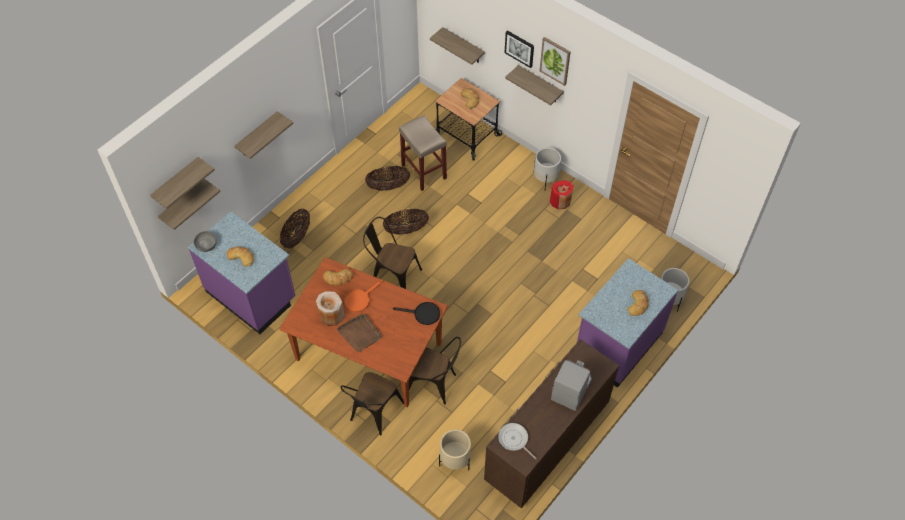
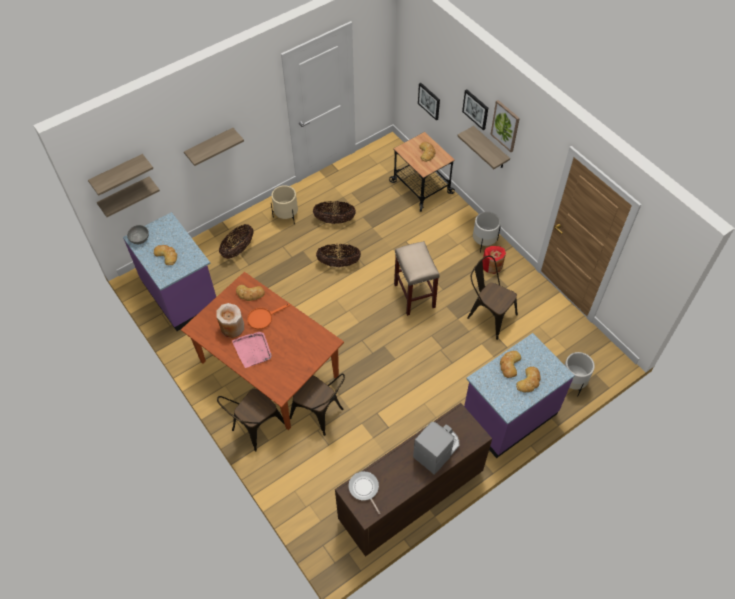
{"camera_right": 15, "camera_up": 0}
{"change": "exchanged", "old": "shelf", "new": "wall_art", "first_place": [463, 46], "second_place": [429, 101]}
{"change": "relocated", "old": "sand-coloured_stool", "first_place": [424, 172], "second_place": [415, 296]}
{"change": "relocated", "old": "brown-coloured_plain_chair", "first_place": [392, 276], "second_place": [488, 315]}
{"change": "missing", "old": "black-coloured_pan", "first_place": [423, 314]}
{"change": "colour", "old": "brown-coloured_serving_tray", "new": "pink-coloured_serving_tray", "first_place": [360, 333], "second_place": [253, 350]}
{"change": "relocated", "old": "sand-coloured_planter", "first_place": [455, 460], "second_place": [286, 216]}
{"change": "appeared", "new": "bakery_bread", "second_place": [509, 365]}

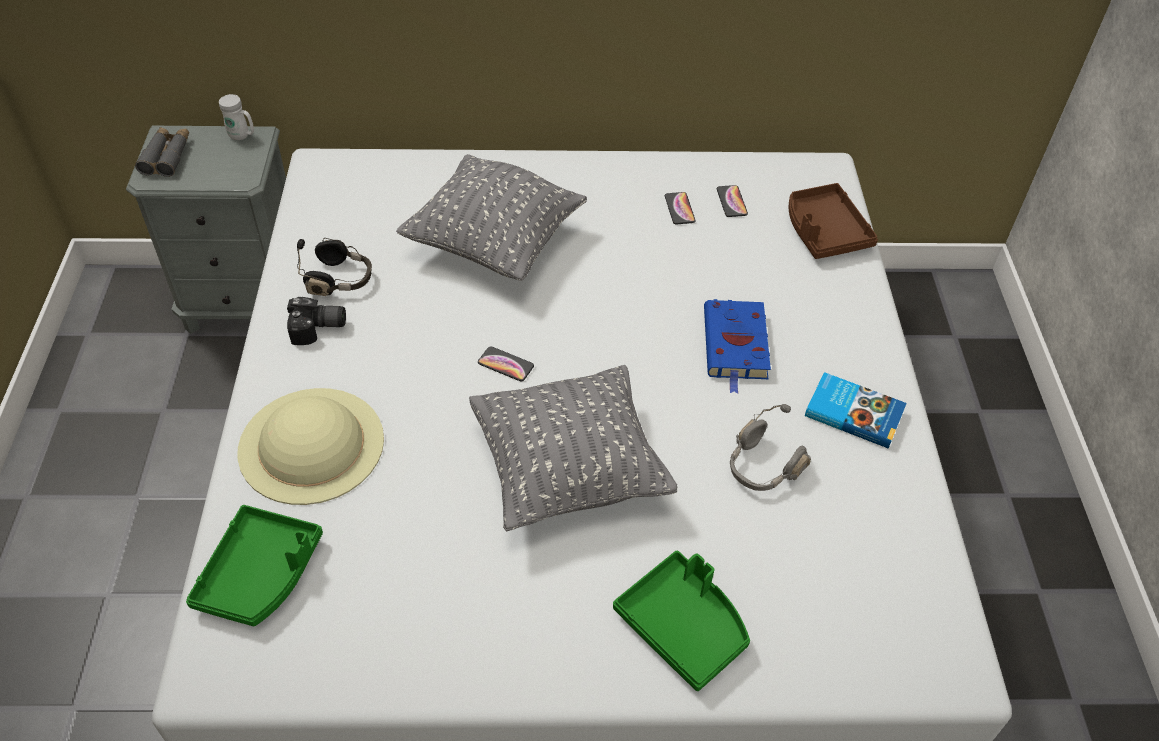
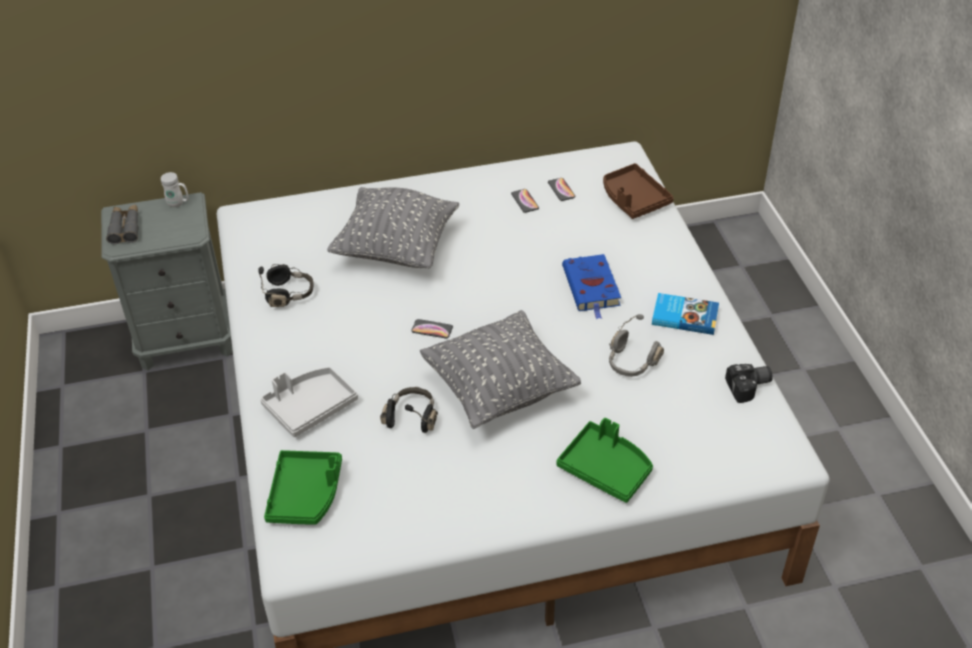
{"camera_right": -10, "camera_up": -5}
{"change": "relocated", "old": "photo_camera", "first_place": [318, 329], "second_place": [749, 387]}
{"change": "exchanged", "old": "sand-coloured_hat", "new": "gray_serving_tray", "first_place": [311, 444], "second_place": [310, 407]}
{"change": "appeared", "new": "black-coloured_pair_of_headphones", "second_place": [412, 417]}

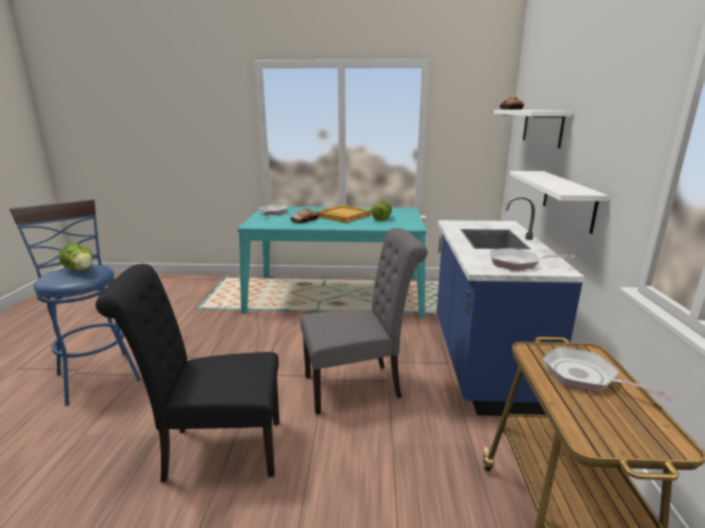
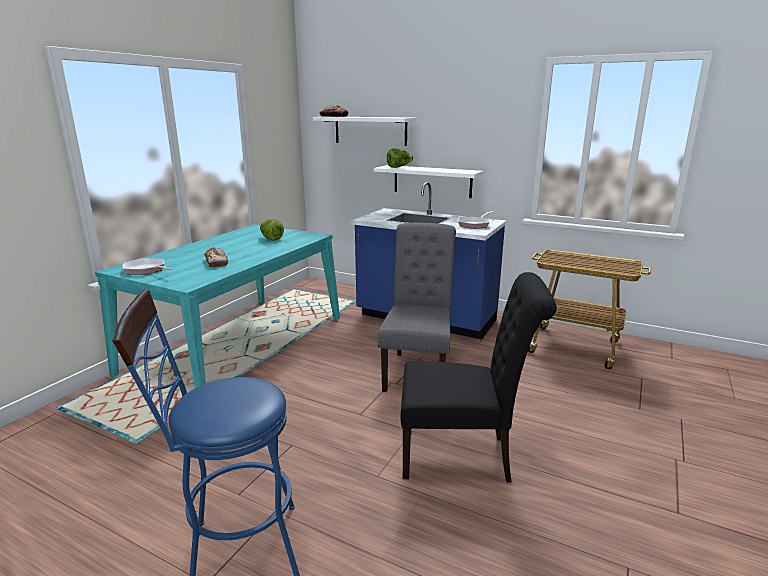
{"camera_right": -65, "camera_up": 0}
{"change": "missing", "old": "sand-coloured_serving_tray", "first_place": [343, 216]}
{"change": "relocated", "old": "lettuce_head", "first_place": [81, 270], "second_place": [399, 167]}
{"change": "spun", "old": "black-coloured_plain_chair", "first_place": [216, 450], "second_place": [463, 456], "degrees": -105}
{"change": "missing", "old": "pan", "first_place": [585, 377]}

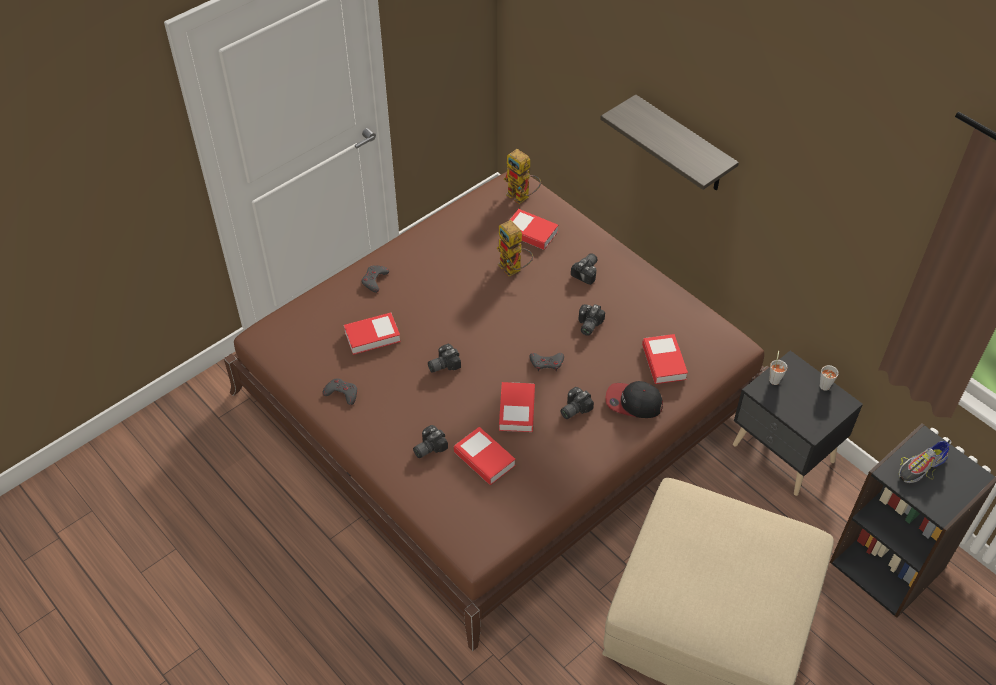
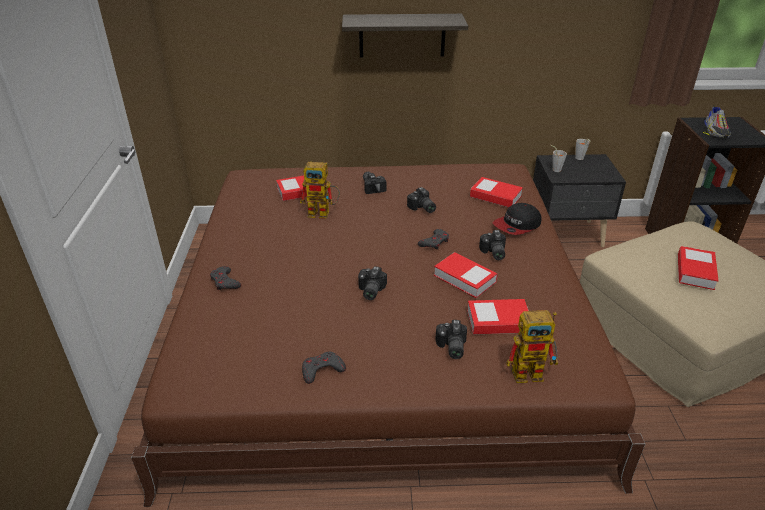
{"camera_right": -50, "camera_up": -15}
{"change": "relocated", "old": "model_robot", "first_place": [522, 197], "second_place": [533, 372]}
{"change": "relocated", "old": "book", "first_place": [372, 336], "second_place": [695, 271]}

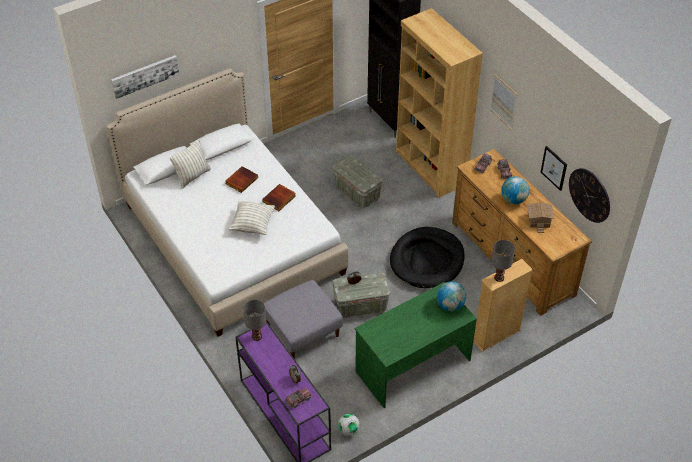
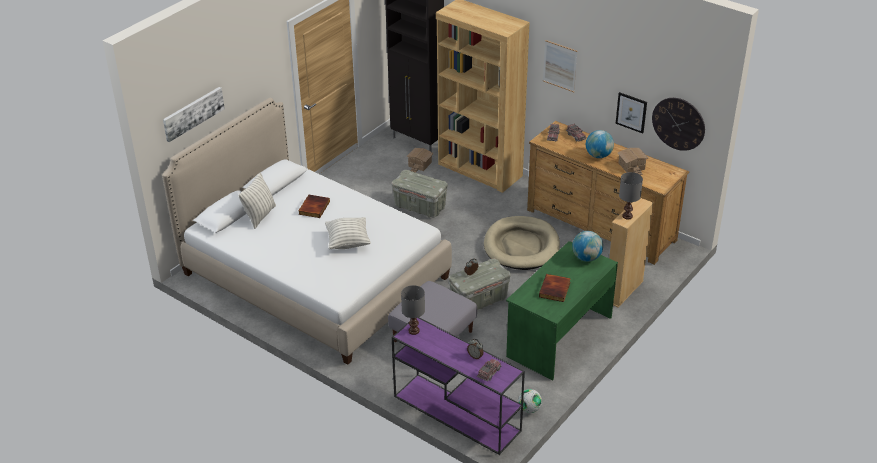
{"camera_right": -20, "camera_up": -10}
{"change": "relocated", "old": "book", "first_place": [279, 199], "second_place": [555, 290]}
{"change": "colour", "old": "black-coloured_dog_cushion", "new": "sand-coloured_dog_cushion", "first_place": [427, 260], "second_place": [521, 246]}
{"change": "appeared", "new": "miniature_house", "second_place": [419, 164]}

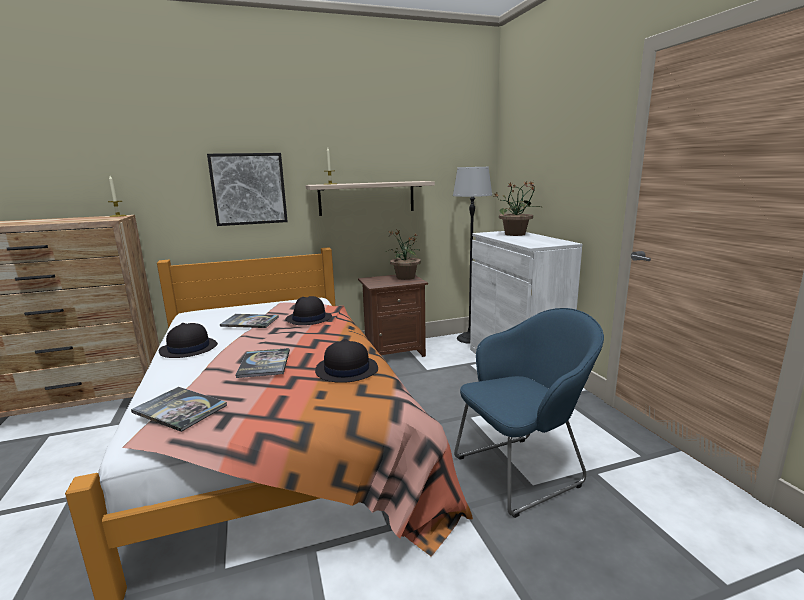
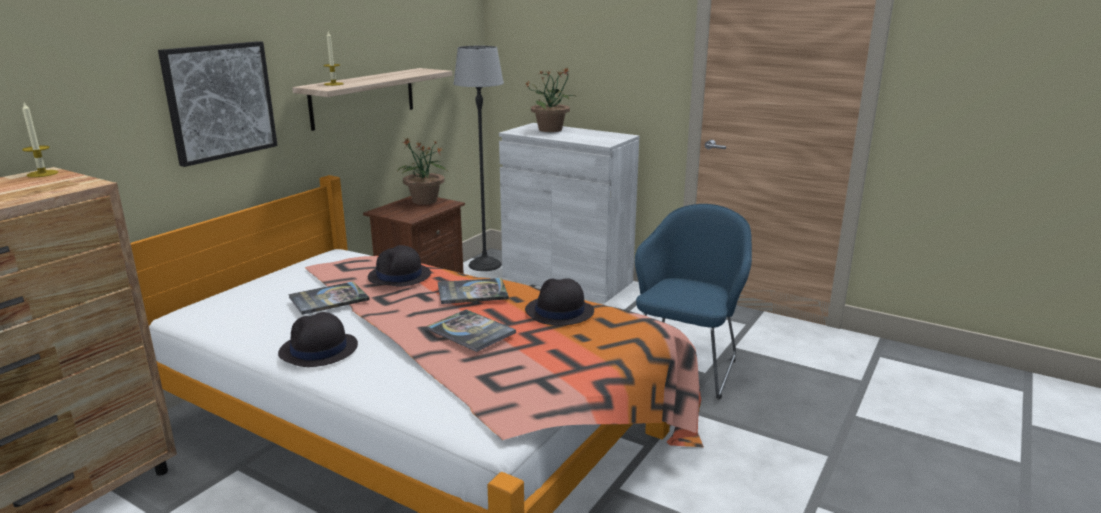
{"camera_right": -40, "camera_up": 5}
{"change": "relocated", "old": "book", "first_place": [180, 409], "second_place": [472, 292]}

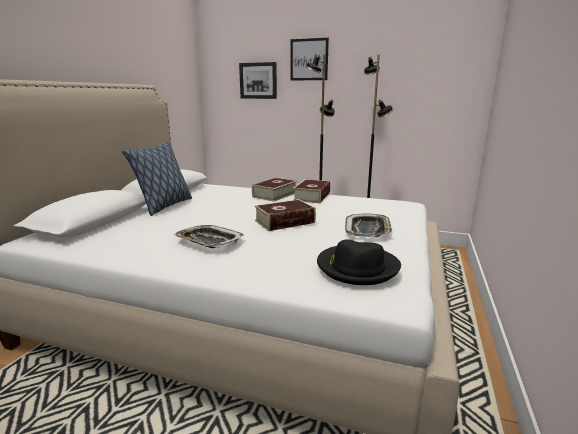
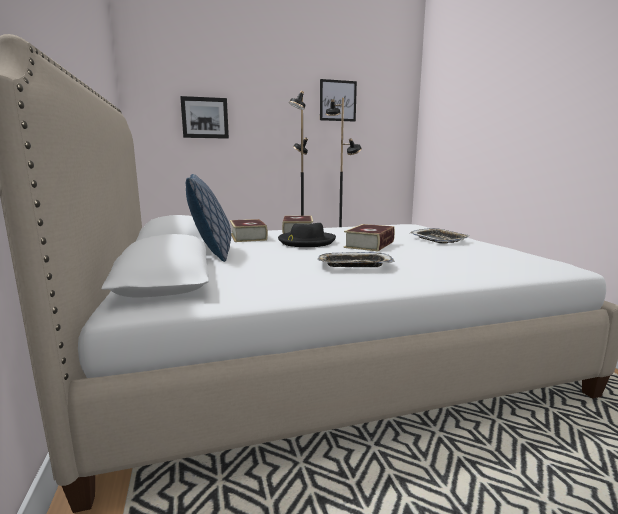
{"camera_right": -35, "camera_up": -5}
{"change": "relocated", "old": "wall_art", "first_place": [309, 59], "second_place": [338, 100]}
{"change": "relocated", "old": "book", "first_place": [312, 196], "second_place": [248, 237]}
{"change": "relocated", "old": "black-coloured_hat", "first_place": [357, 267], "second_place": [306, 242]}

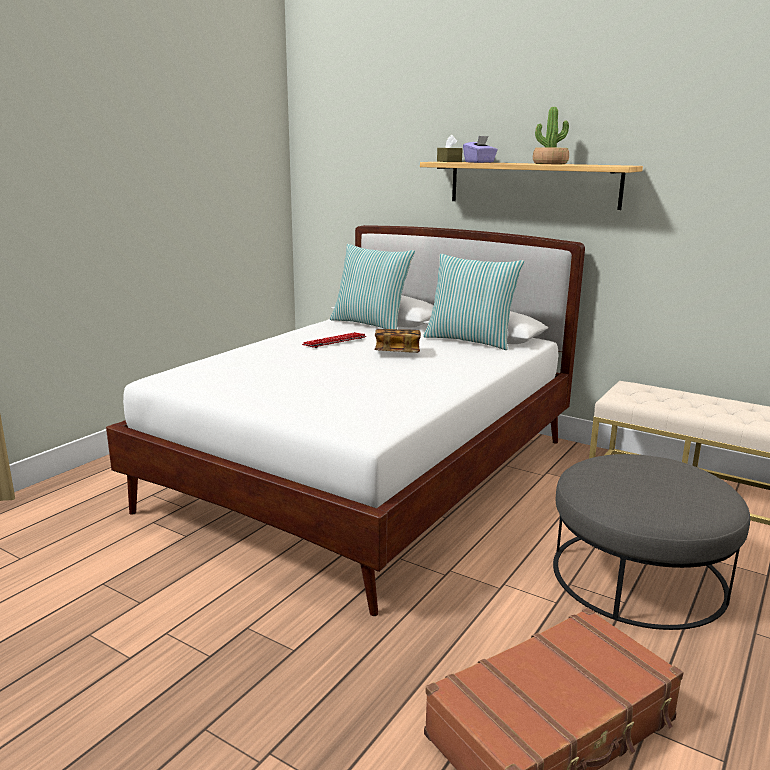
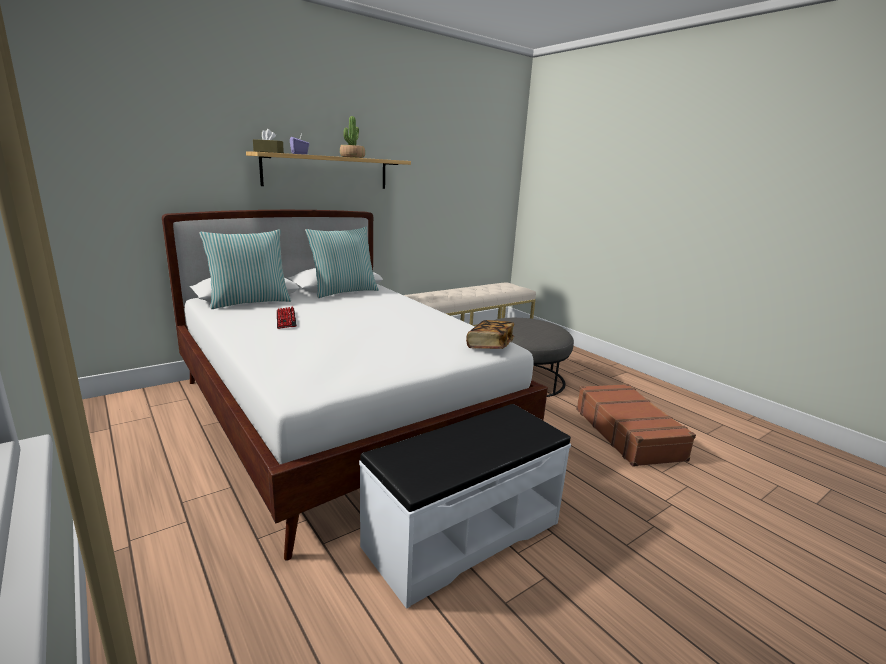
{"camera_right": -70, "camera_up": 0}
{"change": "relocated", "old": "book", "first_place": [397, 352], "second_place": [490, 345]}
{"change": "appeared", "new": "white-coloured_bench", "second_place": [462, 533]}

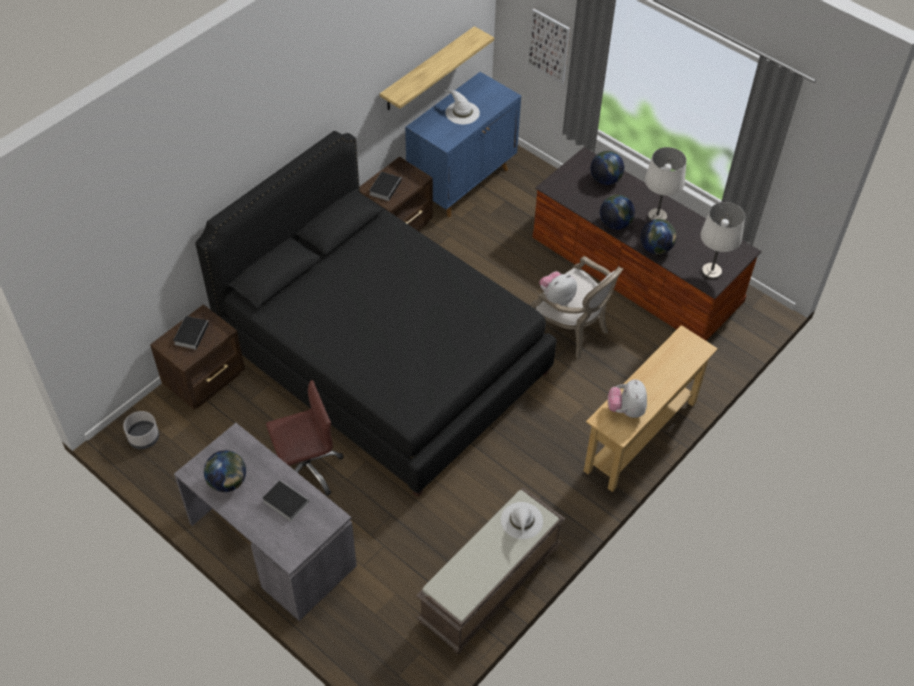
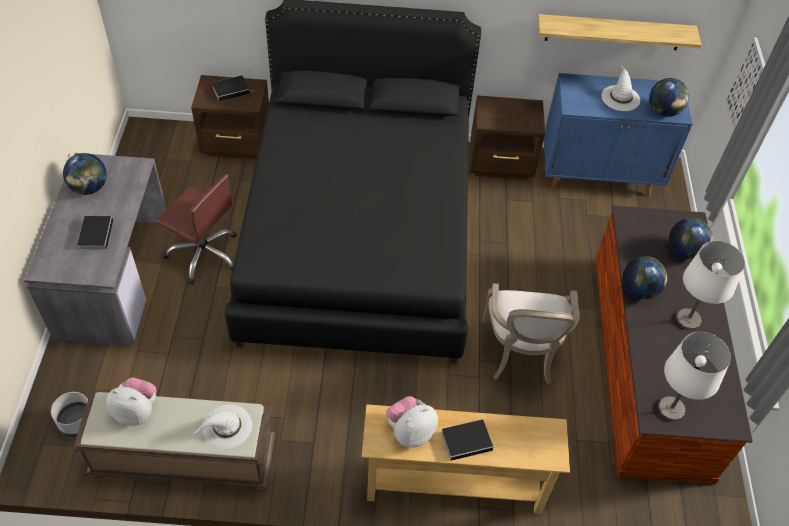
{"camera_right": 50, "camera_up": 0}
{"change": "relocated", "old": "book", "first_place": [385, 187], "second_place": [468, 440]}
{"change": "relocated", "old": "globe", "first_place": [655, 248], "second_place": [663, 112]}
{"change": "relocated", "old": "cuddly_toy", "first_place": [556, 298], "second_place": [137, 411]}
{"change": "relocated", "old": "gray_planter", "first_place": [144, 438], "second_place": [77, 422]}

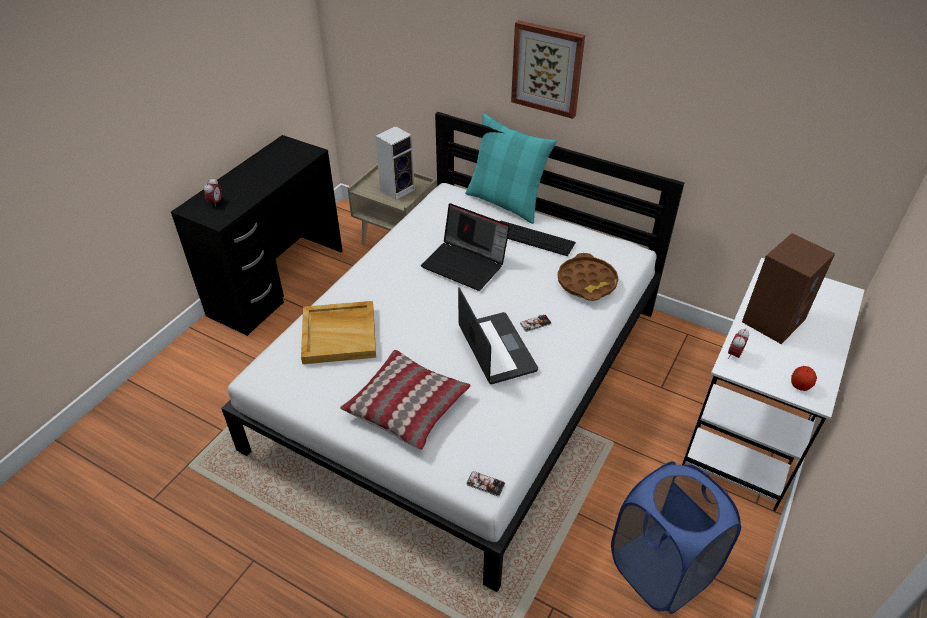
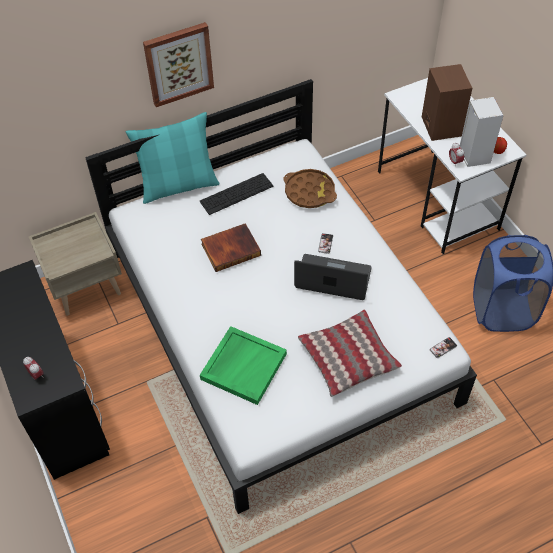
{"camera_right": -55, "camera_up": 10}
{"change": "relocated", "old": "audio_speaker", "first_place": [398, 189], "second_place": [473, 155]}
{"change": "exchanged", "old": "portable_computer", "new": "book", "first_place": [466, 264], "second_place": [231, 248]}
{"change": "colour", "old": "sand-coloured_serving_tray", "new": "greenish_serving_tray", "first_place": [340, 334], "second_place": [243, 366]}

